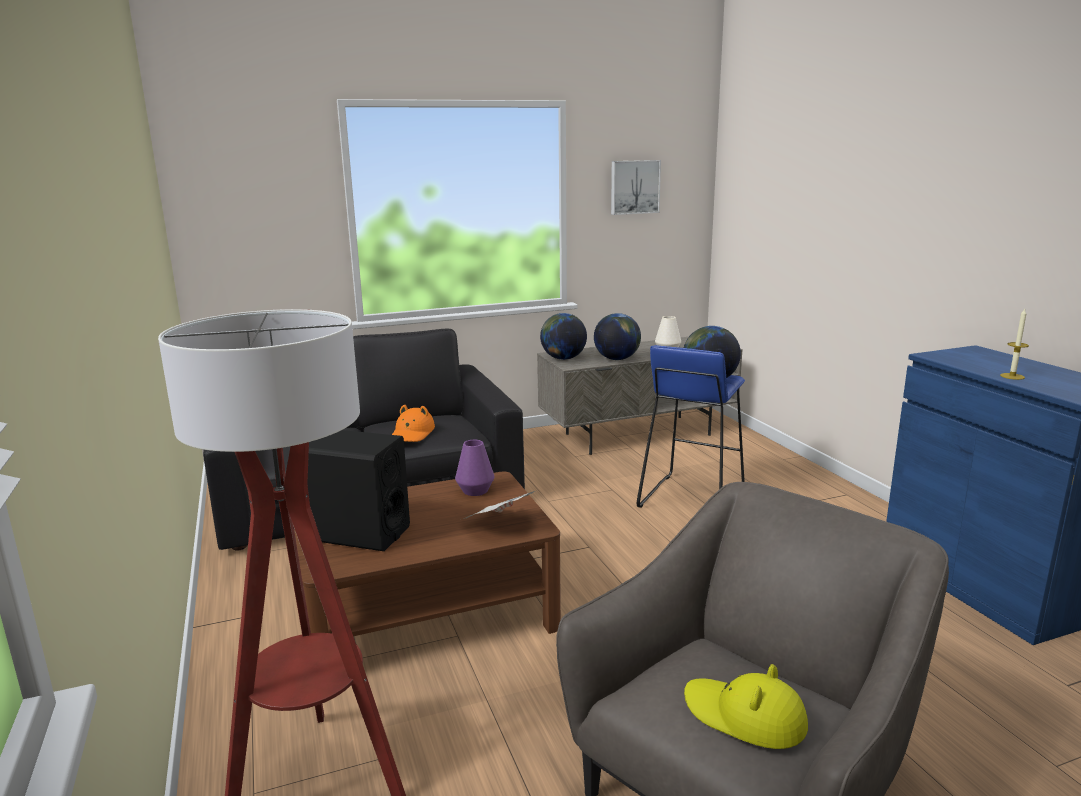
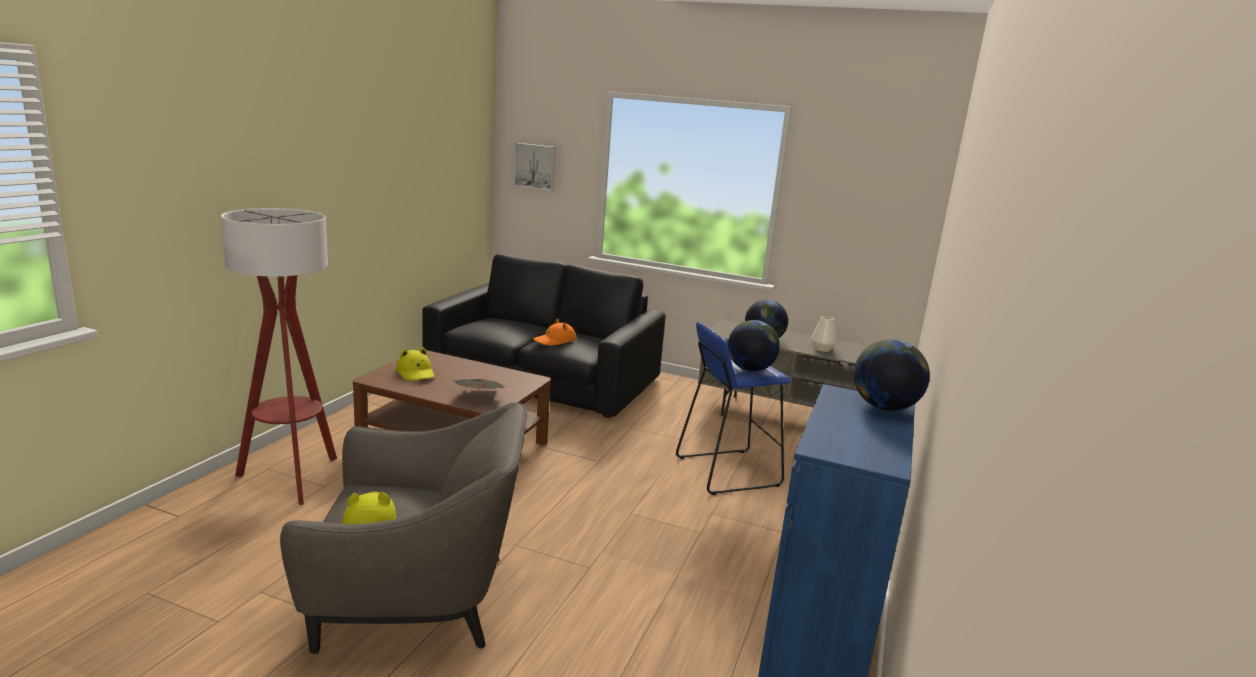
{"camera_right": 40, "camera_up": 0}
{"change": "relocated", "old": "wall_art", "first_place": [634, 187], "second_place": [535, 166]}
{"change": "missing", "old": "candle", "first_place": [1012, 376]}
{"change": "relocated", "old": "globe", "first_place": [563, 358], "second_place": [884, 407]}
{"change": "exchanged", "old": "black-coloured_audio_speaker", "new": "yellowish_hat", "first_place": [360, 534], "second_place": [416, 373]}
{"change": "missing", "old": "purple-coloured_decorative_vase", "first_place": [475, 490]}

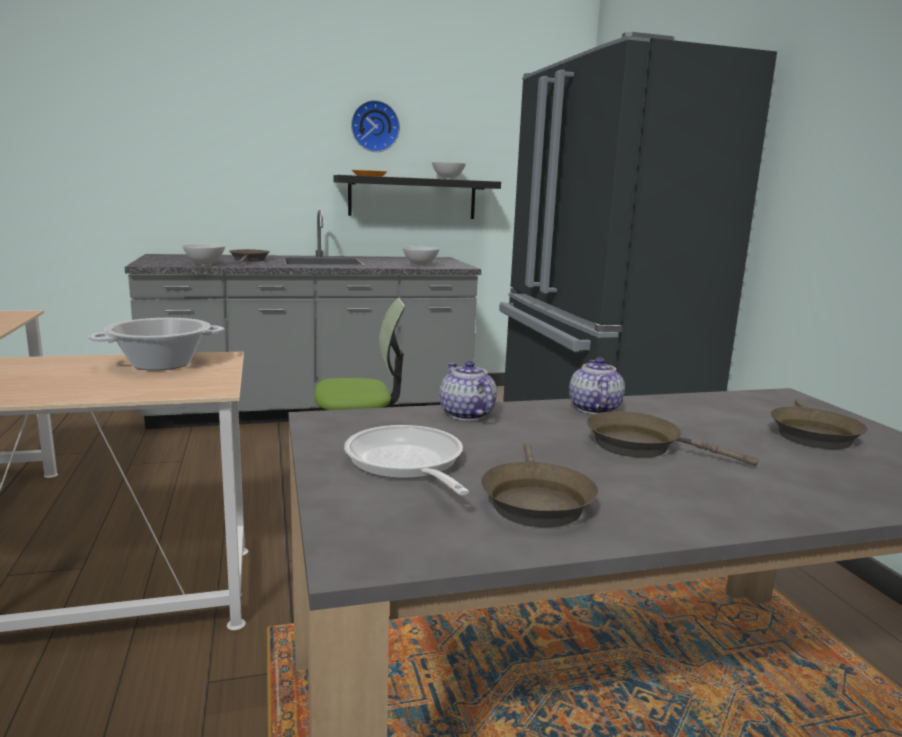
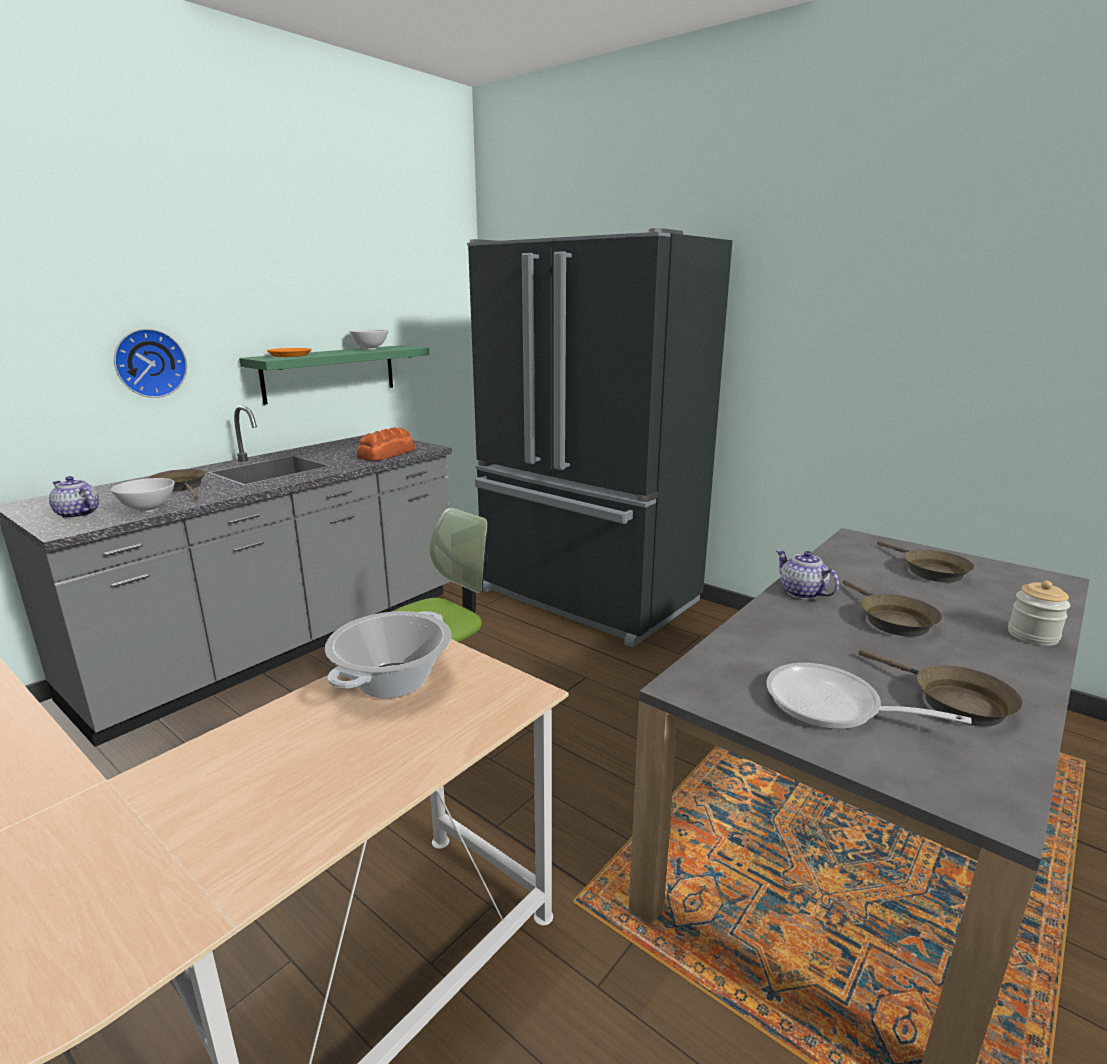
{"camera_right": -35, "camera_up": 5}
{"change": "relocated", "old": "hanging_clock", "first_place": [374, 126], "second_place": [149, 363]}
{"change": "colour", "old": "black-coloured_shelf", "new": "greenish_shelf", "first_place": [412, 198], "second_place": [330, 373]}
{"change": "exchanged", "old": "white-coloured_deep_dish", "new": "bakery_bread", "first_place": [420, 265], "second_place": [387, 454]}
{"change": "relocated", "old": "pot_for_tea", "first_place": [466, 415], "second_place": [78, 514]}
{"change": "spun", "old": "brown-coloured_pan", "first_place": [640, 446], "second_place": [892, 620], "degrees": -90}
{"change": "appeared", "new": "jar", "second_place": [1032, 635]}

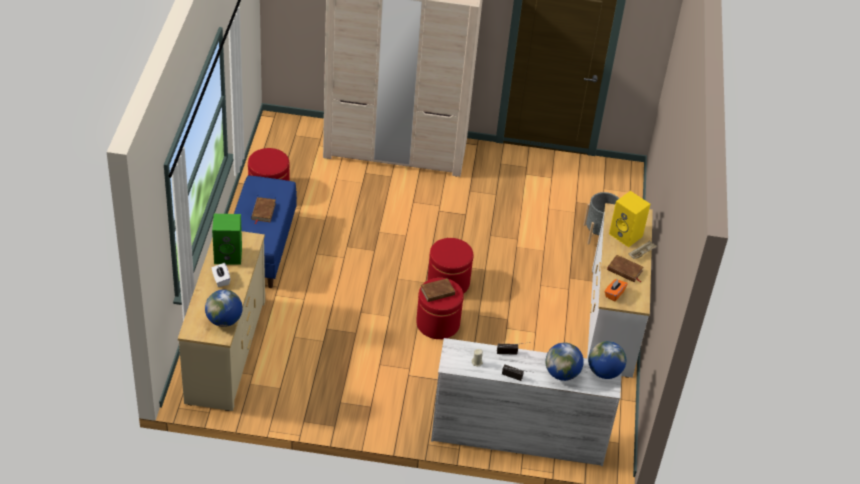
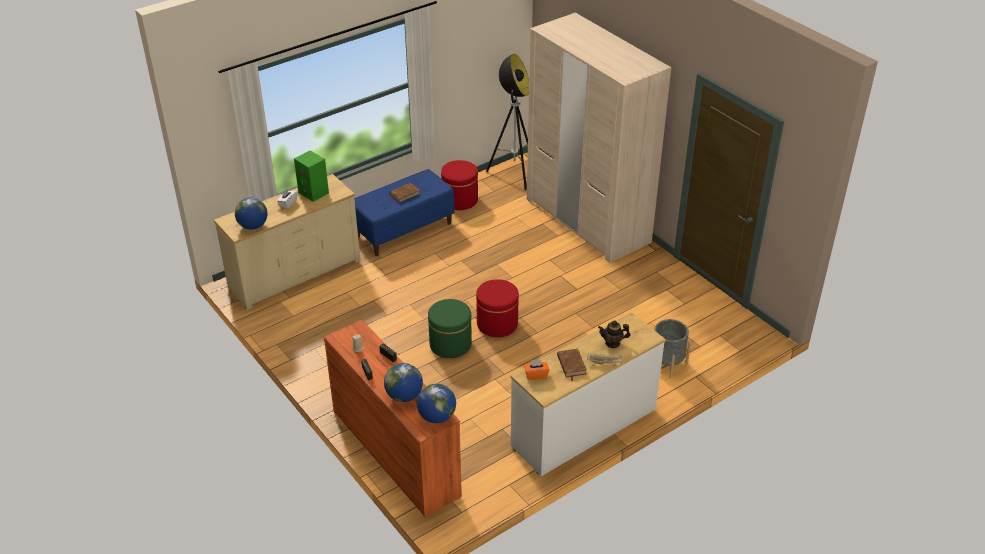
{"camera_right": 50, "camera_up": -5}
{"change": "exchanged", "old": "yellowish_audio_speaker", "new": "pot_for_tea", "first_place": [626, 235], "second_place": [612, 343]}
{"change": "colour", "old": "red-coloured_ottoman", "new": "greenish_ottoman", "first_place": [438, 323], "second_place": [450, 344]}
{"change": "missing", "old": "brown-coloured_book", "first_place": [437, 292]}
{"change": "colour", "old": "white-coloured_dresser", "new": "orange_dresser", "first_place": [517, 436], "second_place": [395, 452]}
{"change": "appeared", "new": "floor_lamp", "second_place": [513, 175]}

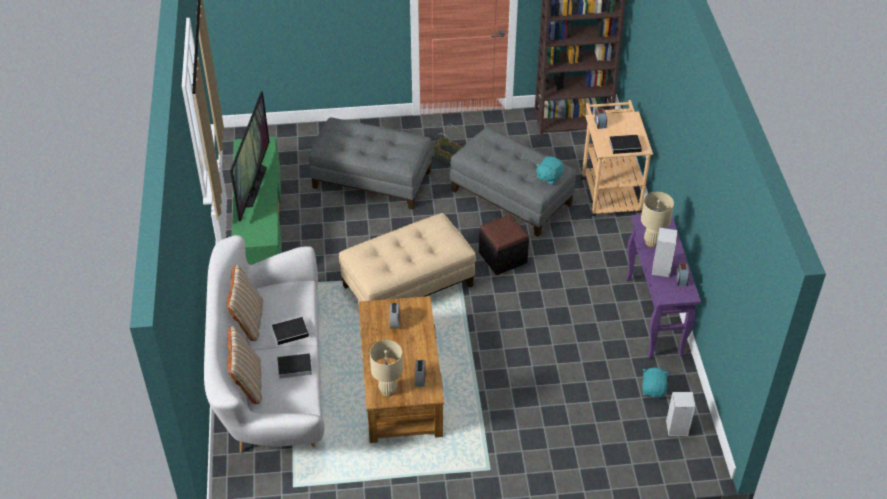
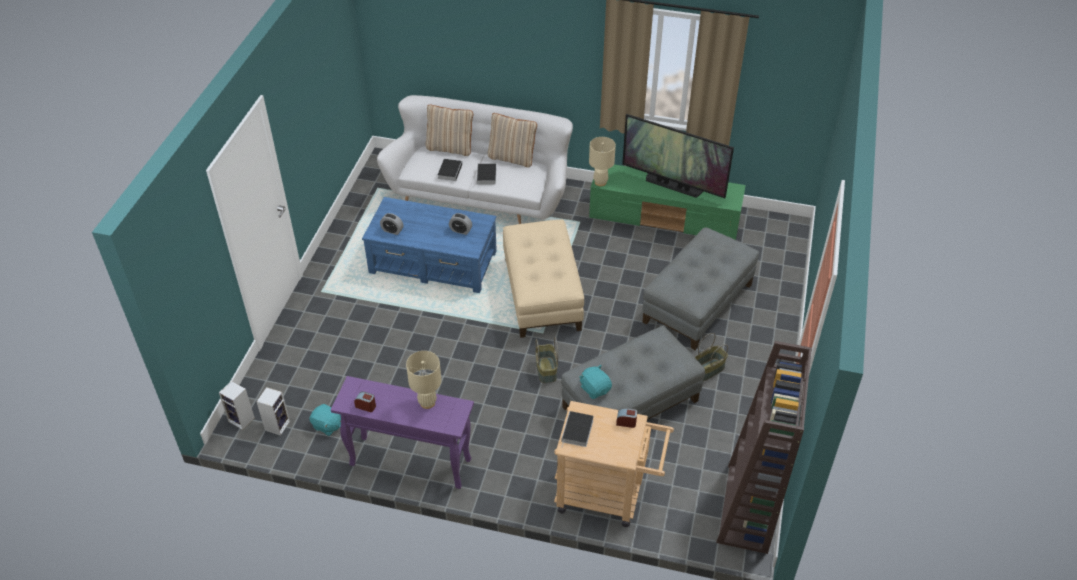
{"camera_right": 110, "camera_up": 0}
{"change": "exchanged", "old": "black-coloured_ottoman", "new": "household_basket", "first_place": [503, 258], "second_place": [545, 370]}
{"change": "relocated", "old": "audio_speaker", "first_place": [661, 268], "second_place": [242, 419]}
{"change": "colour", "old": "brown-coloured_lounge_table", "new": "blue-coloured_lounge_table", "first_place": [401, 385], "second_place": [433, 263]}
{"change": "relocated", "old": "sand-coloured_table_lamp", "first_place": [388, 390], "second_place": [600, 182]}

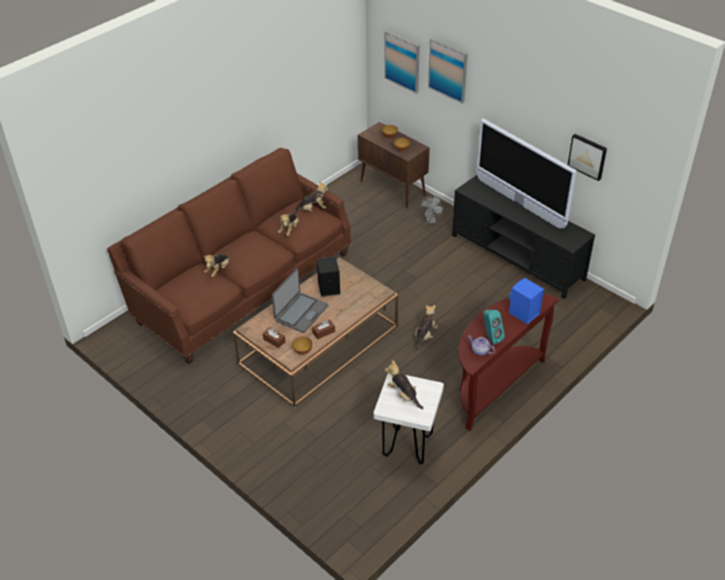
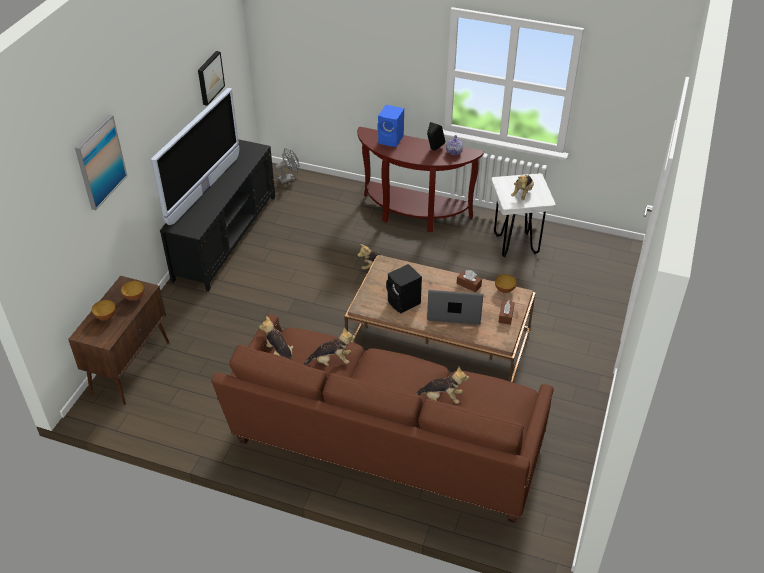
{"camera_right": -115, "camera_up": 0}
{"change": "missing", "old": "wall_art", "first_place": [402, 61]}
{"change": "relocated", "old": "gray_electric_fan", "first_place": [431, 220], "second_place": [289, 178]}
{"change": "colour", "old": "turquoise-coloured_audio_speaker", "new": "black-coloured_audio_speaker", "first_place": [491, 338], "second_place": [434, 150]}

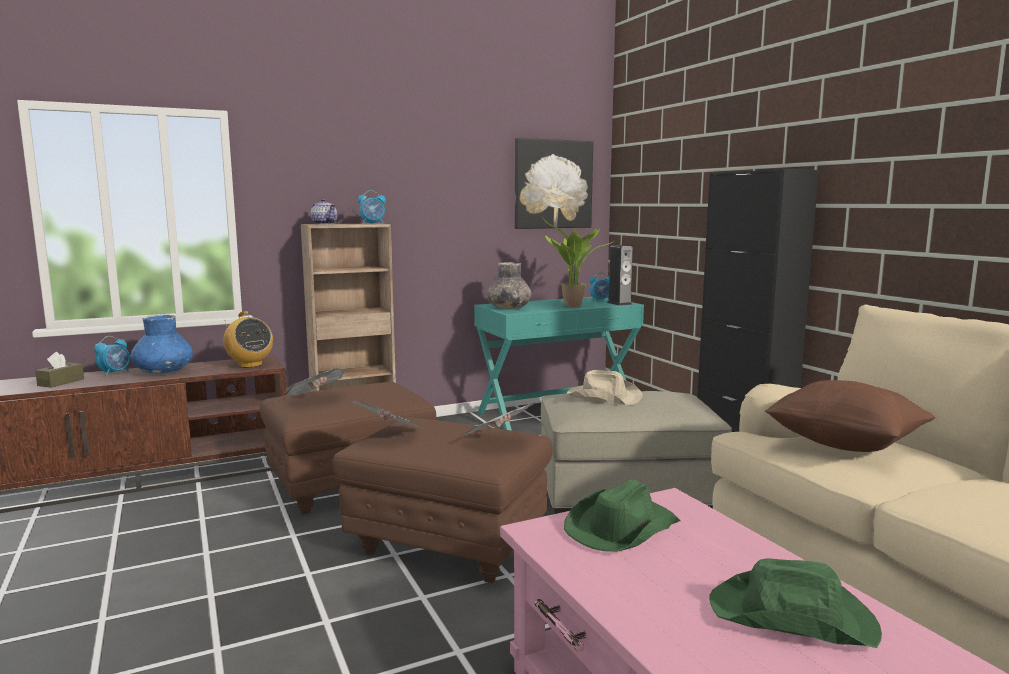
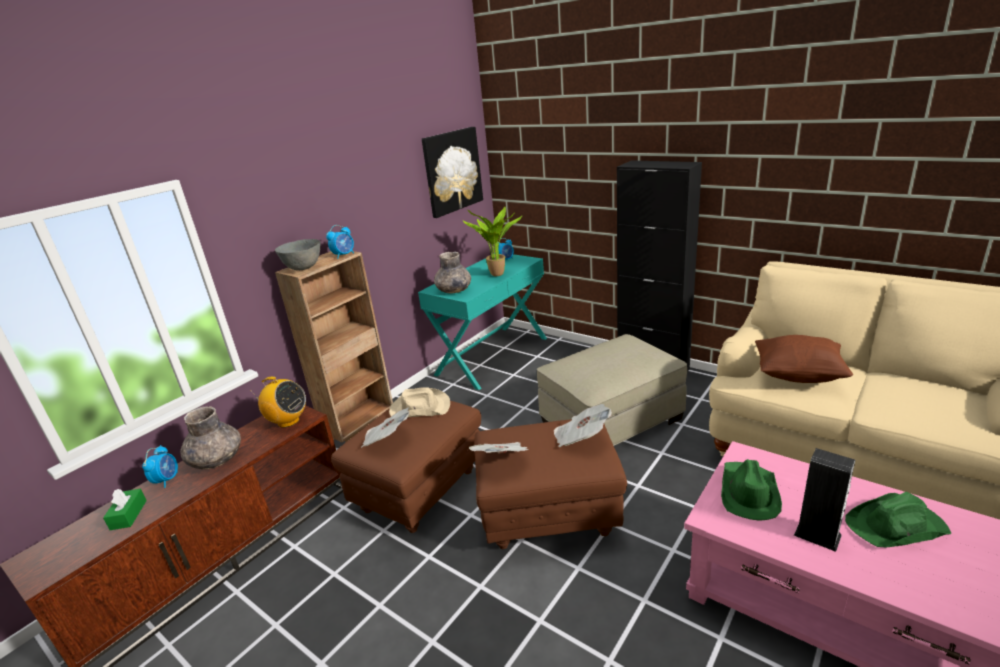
{"camera_right": -25, "camera_up": 15}
{"change": "exchanged", "old": "pot_for_tea", "new": "gray_deep_dish", "first_place": [324, 224], "second_place": [303, 268]}
{"change": "relocated", "old": "audio_speaker", "first_place": [619, 303], "second_place": [817, 535]}
{"change": "colour", "old": "blue-coloured_decorative_vase", "new": "gray_decorative_vase", "first_place": [163, 371], "second_place": [217, 460]}
{"change": "colour", "old": "brown-coloured_box_of_tissues", "new": "greenish_box_of_tissues", "first_place": [61, 382], "second_place": [128, 515]}
{"change": "relocated", "old": "sand-coloured_hat", "first_place": [603, 396], "second_place": [419, 408]}

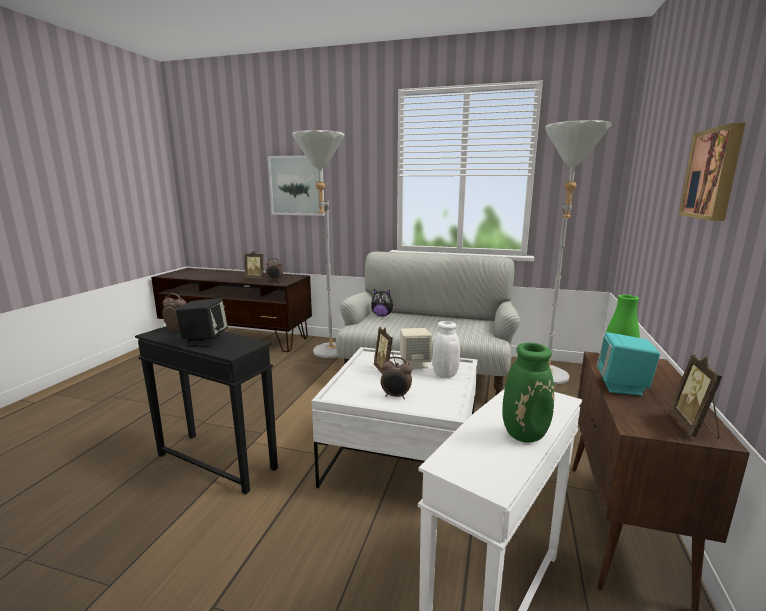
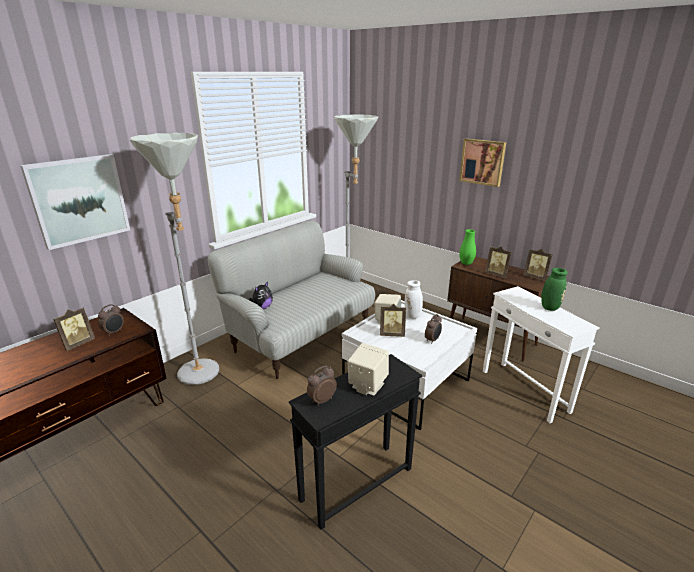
{"camera_right": -65, "camera_up": 10}
{"change": "colour", "old": "black-coloured_audio_speaker", "new": "sand-coloured_audio_speaker", "first_place": [205, 341], "second_place": [367, 385]}
{"change": "exchanged", "old": "turquoise-coloured_audio_speaker", "new": "picture_frame", "first_place": [622, 387], "second_place": [497, 274]}

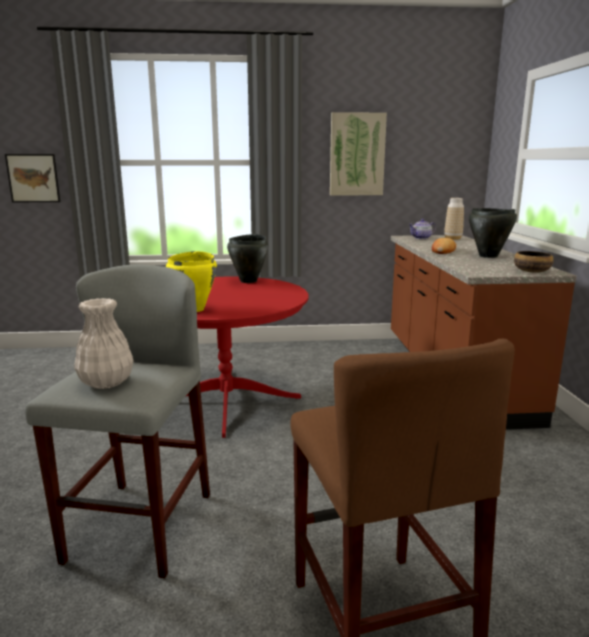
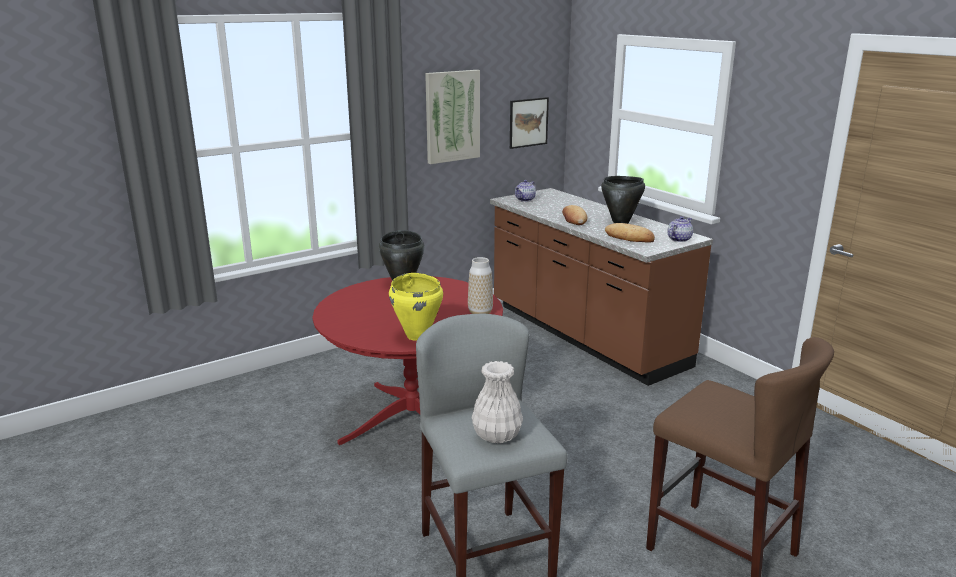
{"camera_right": -30, "camera_up": 5}
{"change": "relocated", "old": "wall_art", "first_place": [33, 178], "second_place": [528, 122]}
{"change": "relocated", "old": "decorative_vase", "first_place": [453, 238], "second_place": [480, 313]}
{"change": "exchanged", "old": "deep_dish", "new": "pot_for_tea", "first_place": [531, 271], "second_place": [678, 239]}
{"change": "appeared", "new": "bakery_bread", "second_place": [629, 237]}

